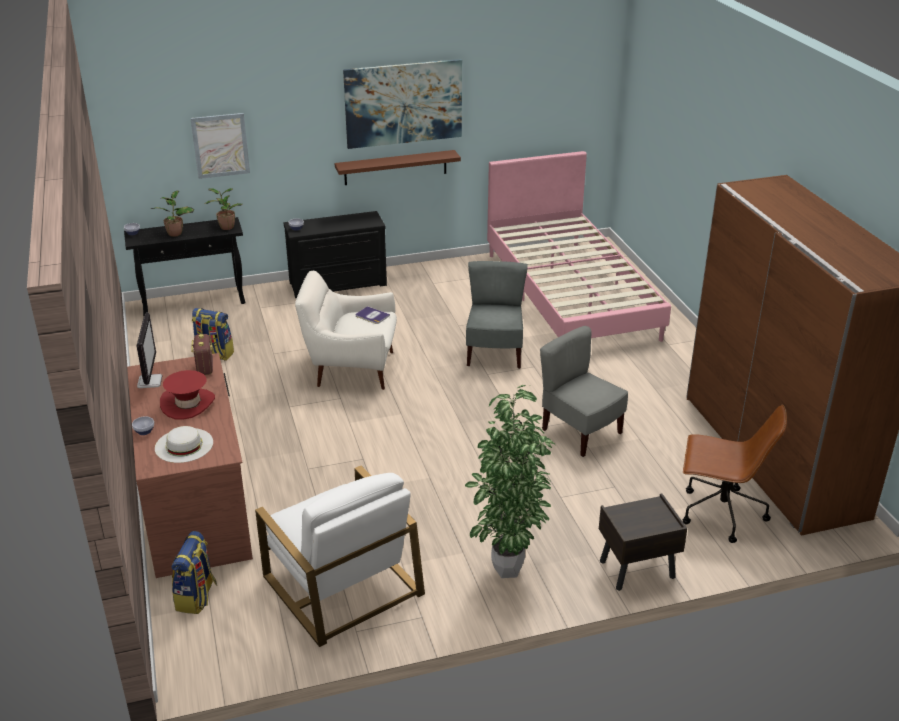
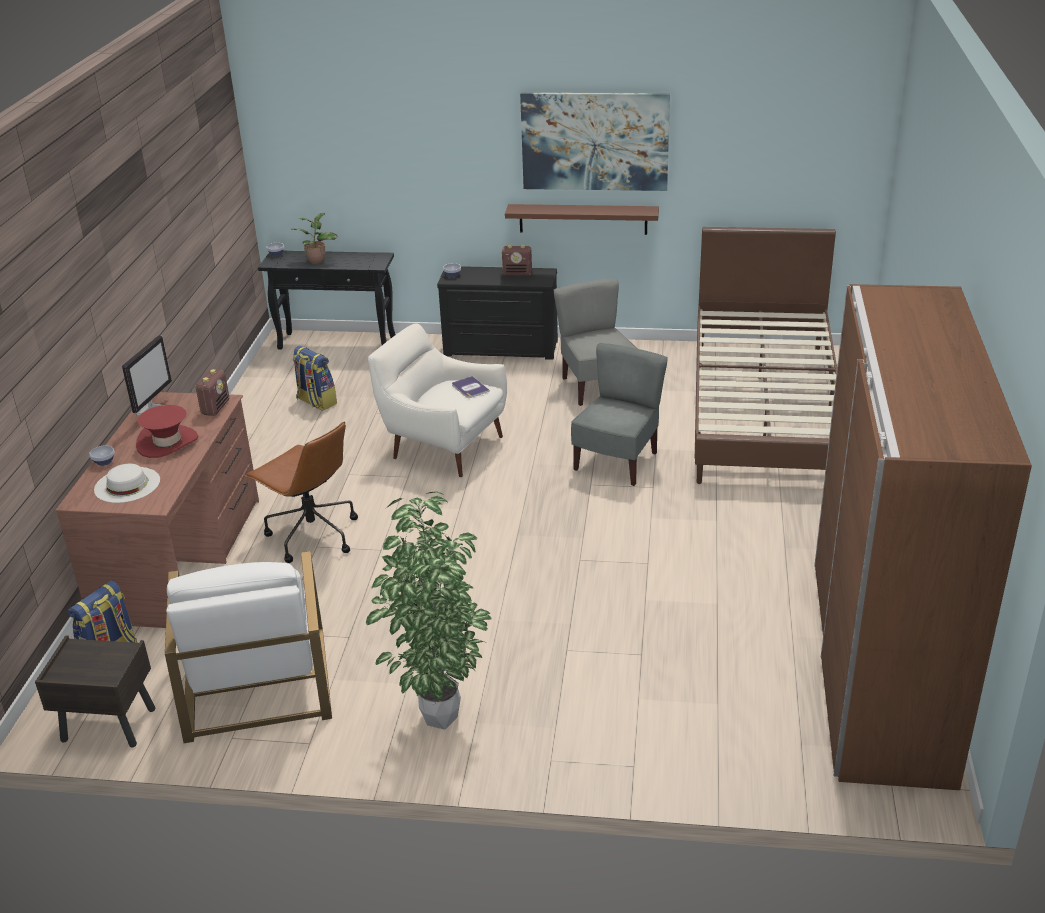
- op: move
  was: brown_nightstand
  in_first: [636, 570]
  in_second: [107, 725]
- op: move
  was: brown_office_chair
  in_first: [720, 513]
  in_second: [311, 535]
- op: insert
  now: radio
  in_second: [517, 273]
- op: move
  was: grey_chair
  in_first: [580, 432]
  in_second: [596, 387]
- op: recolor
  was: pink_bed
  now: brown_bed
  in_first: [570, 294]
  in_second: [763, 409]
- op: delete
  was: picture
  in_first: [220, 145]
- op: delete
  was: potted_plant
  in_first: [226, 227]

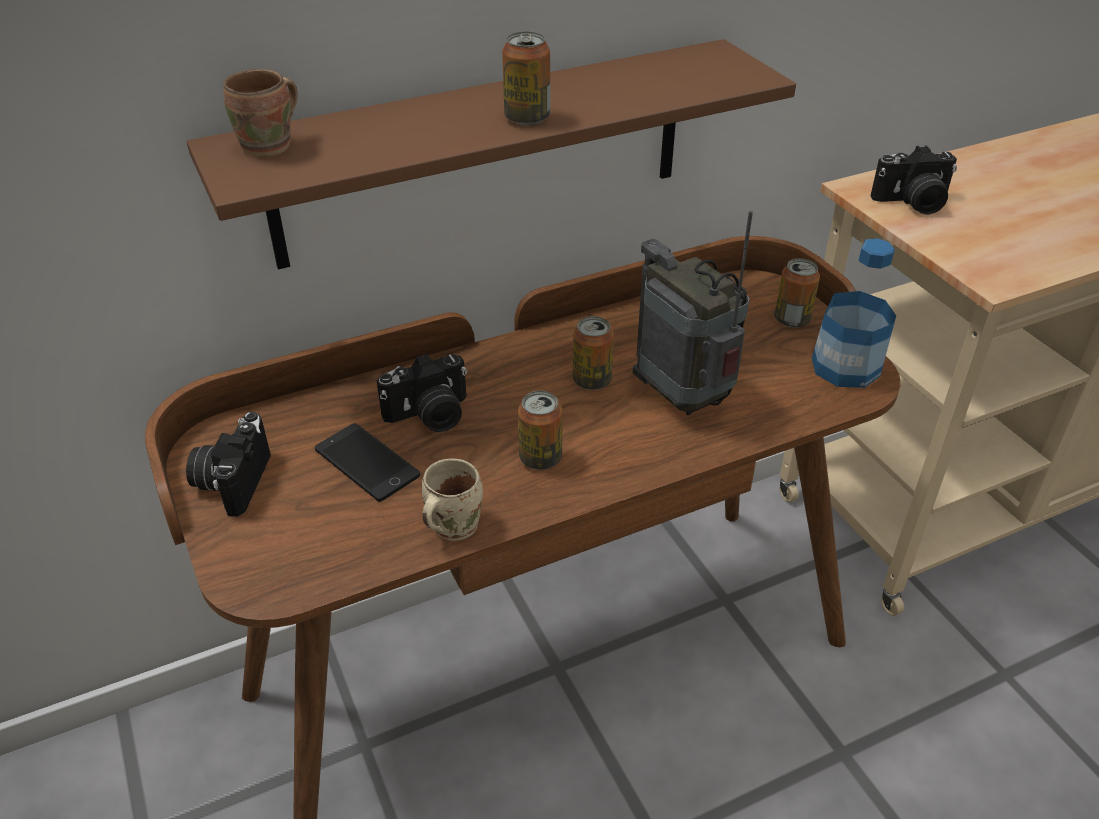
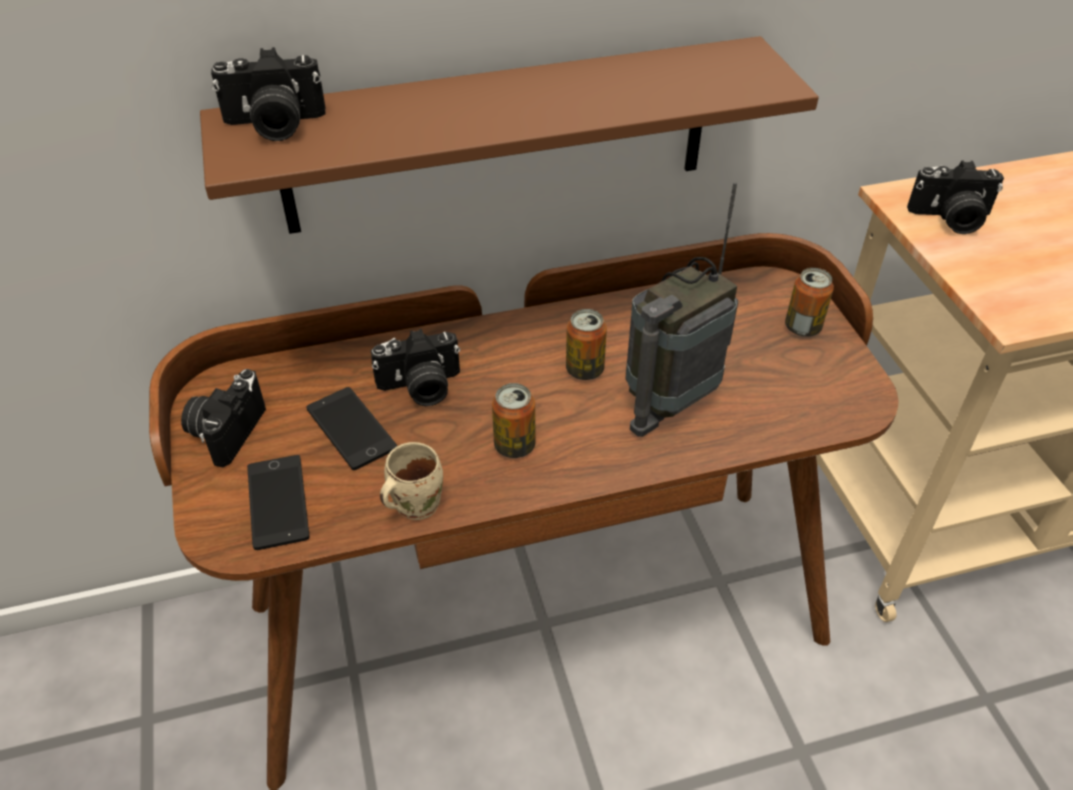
- op: replace
  was: brown_mug
  now: photo_camera
  in_first: [271, 147]
  in_second: [274, 125]
- op: insert
  now: phone
  in_second: [278, 502]
- op: rotate
  was: radio
  in_first: [683, 399]
  in_second: [670, 400]
  clockwise: -105
- op: delete
  was: can
  in_first: [527, 118]
- op: delete
  was: bottle
  in_first: [845, 367]

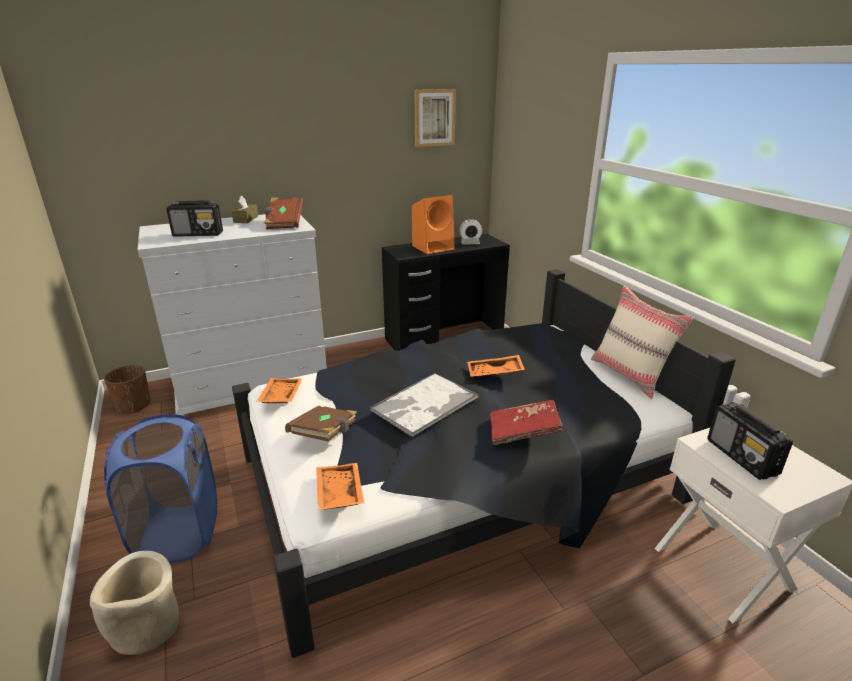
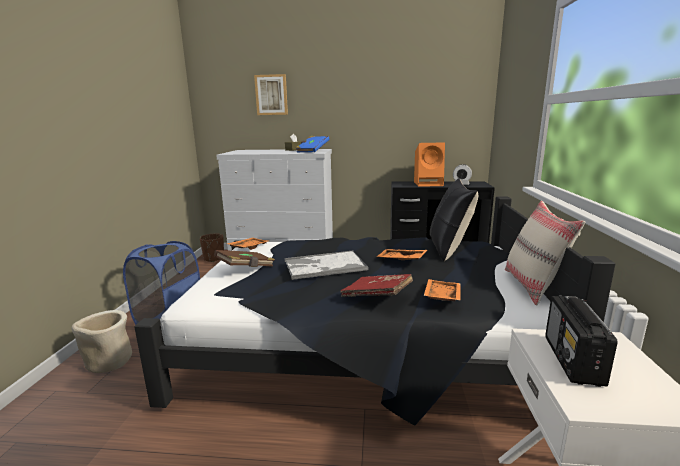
- op: move
  was: picture
  in_first: [434, 118]
  in_second: [271, 95]
- op: recolor
  was: brown_book
  now: blue_book
  in_first: [284, 223]
  in_second: [312, 151]
- op: move
  was: orange_tray
  in_first: [338, 493]
  in_second: [441, 296]
- op: insert
  now: black_pillow
  in_second: [448, 249]
- op: delete
  was: radio
  in_first: [198, 234]

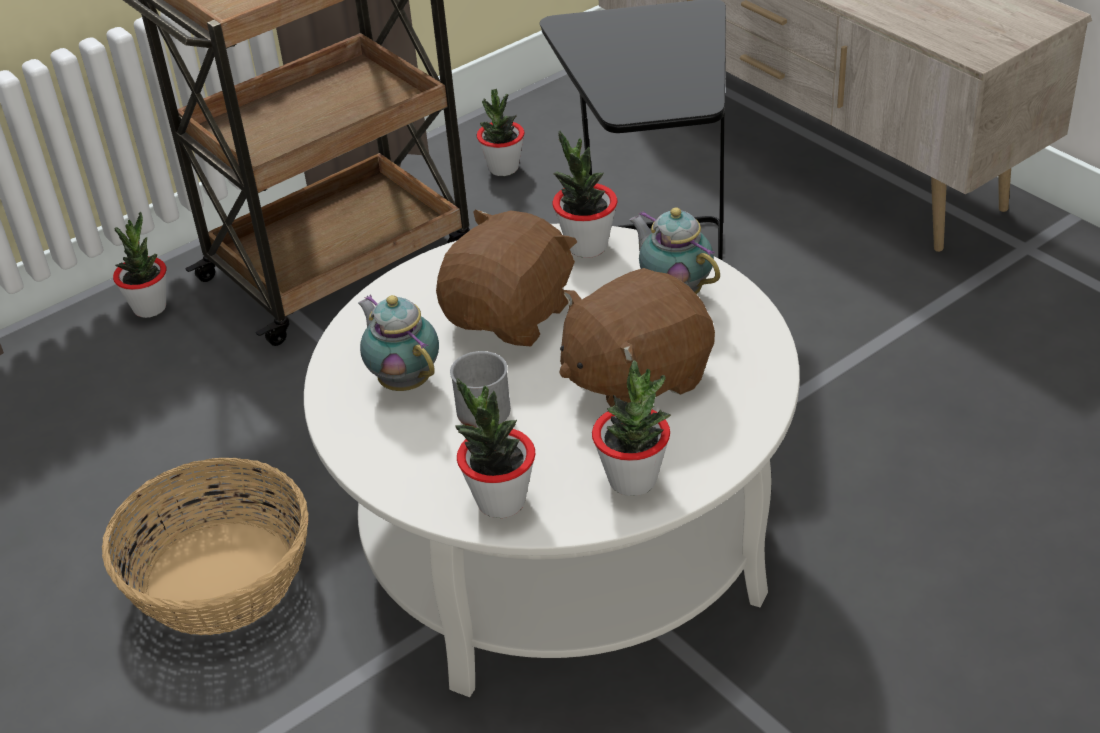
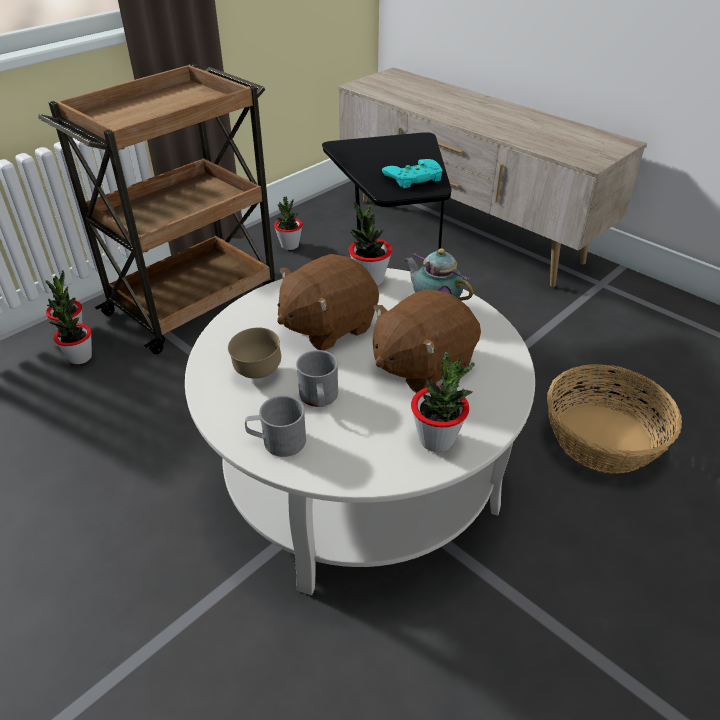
- op: move
  was: potted_plant
  in_first: [500, 501]
  in_second: [80, 357]
- op: replace
  was: teapot
  now: brown_bowl
  in_first: [404, 380]
  in_second: [257, 373]
- op: insert
  now: grey_mug
  in_second: [277, 441]
- op: rotate
  was: brown_plush_toy
  in_first: [511, 316]
  in_second: [327, 326]
  clockwise: -150
- op: insert
  now: turquoise_game_controller
  in_second: [414, 178]
- op: move
  was: basket
  in_first: [221, 578]
  in_second: [603, 438]

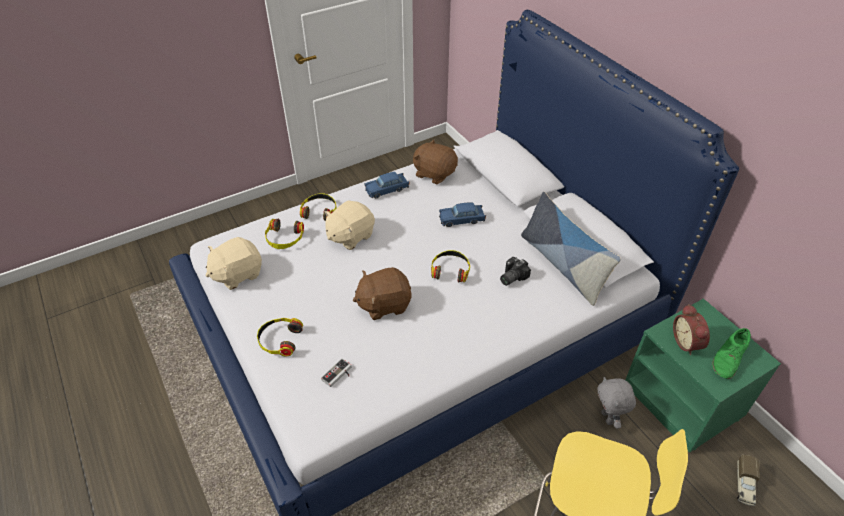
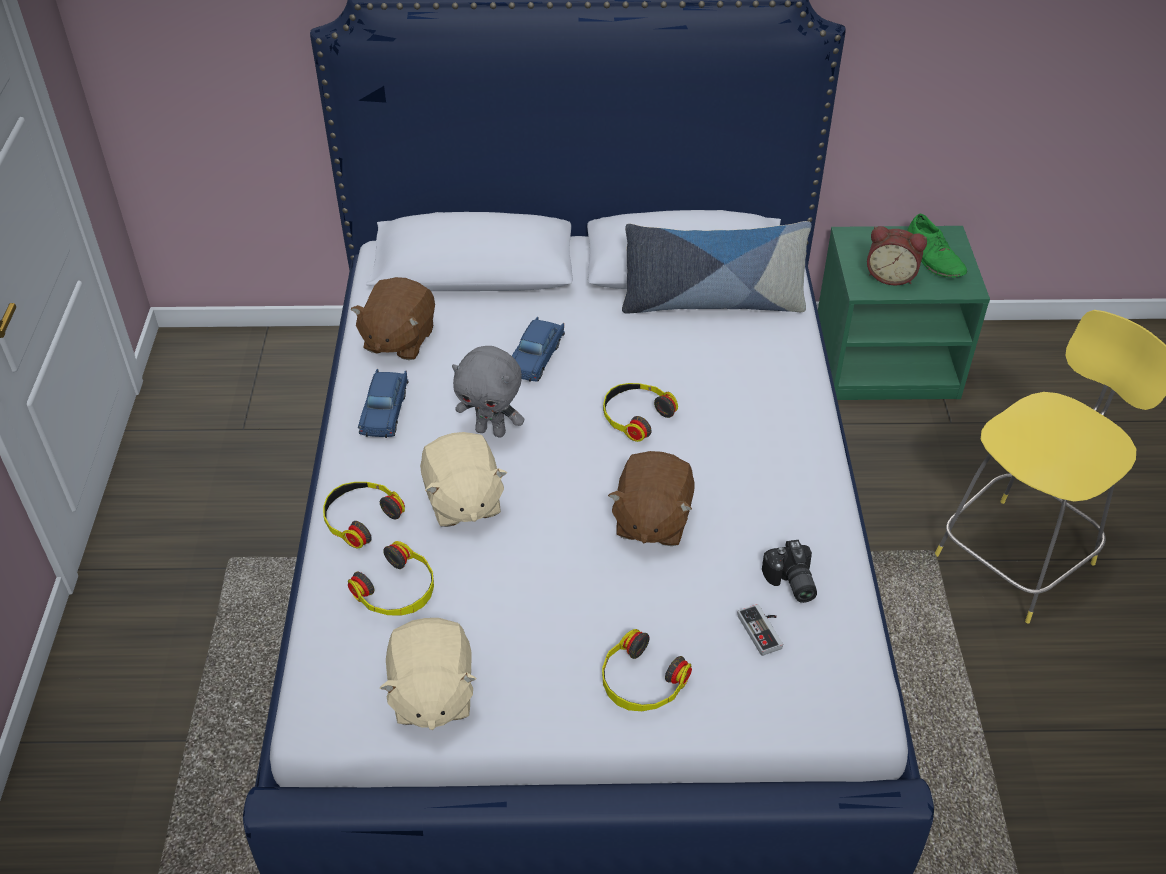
- op: rotate
  was: brown_plush_toy
  in_first: [434, 173]
  in_second: [398, 340]
  clockwise: -45
- op: move
  was: grey_plush_toy
  in_first: [608, 418]
  in_second: [491, 431]
- op: move
  was: photo_camera
  in_first: [511, 277]
  in_second: [790, 583]
- op: delete
  was: toy_truck
  in_first: [744, 485]

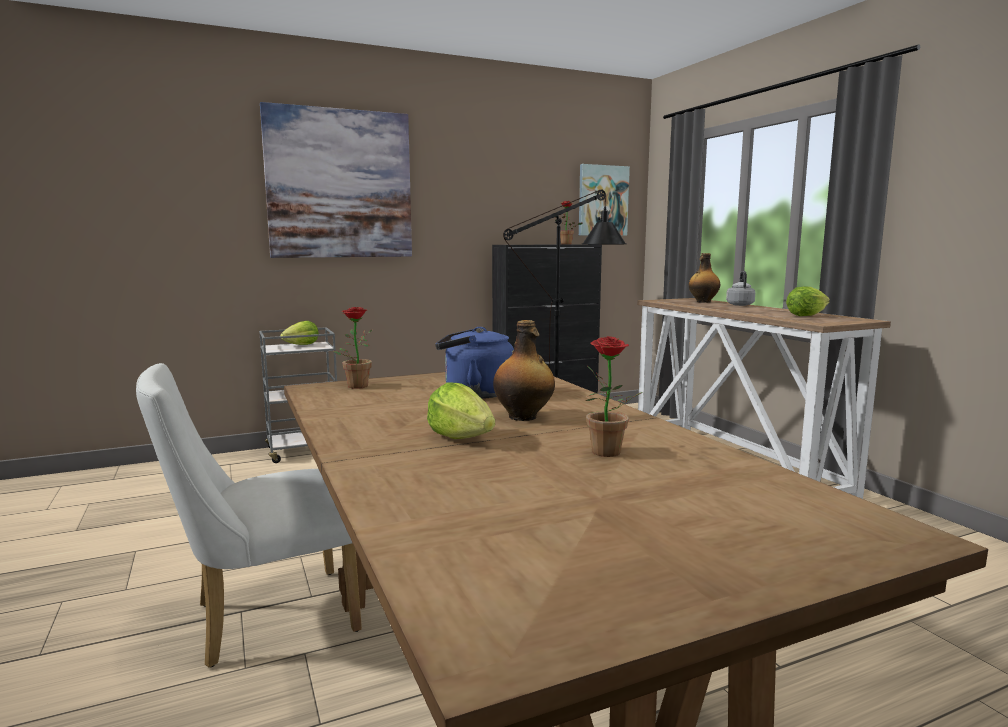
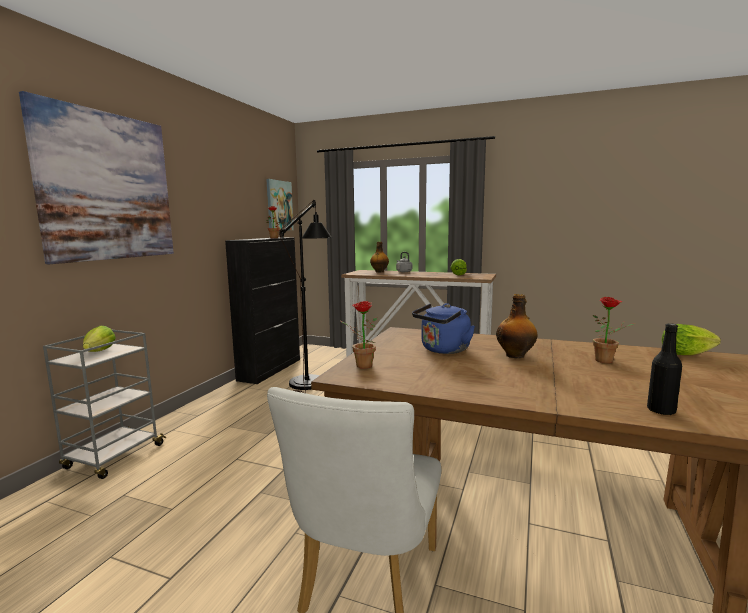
- op: insert
  now: black_bottle
  in_second: [661, 411]
- op: move
  was: lettuce
  in_first: [461, 437]
  in_second: [685, 354]

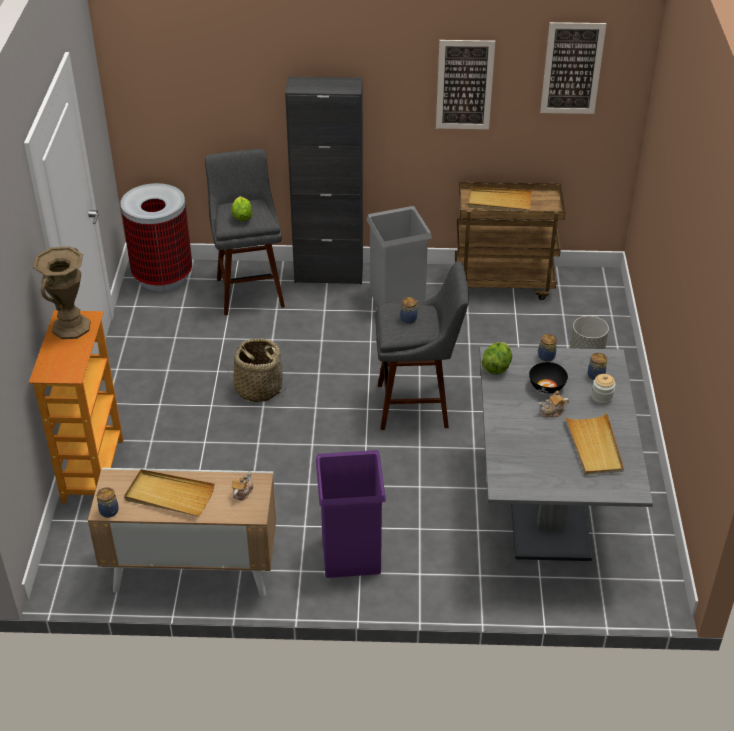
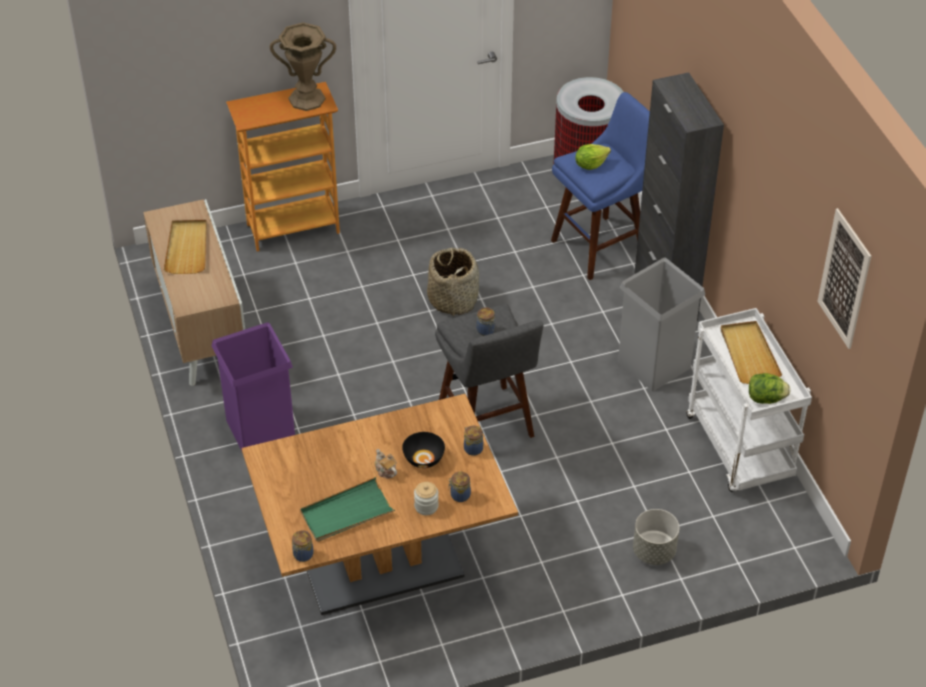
- op: recolor
  was: grey_dining_table
  now: brown_dining_table
  in_first: [547, 508]
  in_second: [382, 565]
- op: move
  was: jar
  in_first: [109, 512]
  in_second: [302, 555]
- op: recolor
  was: beige_tray
  now: green_tray
  in_first: [594, 446]
  in_second: [346, 513]
- op: recolor
  was: grey_stool
  now: blue_stool
  in_first: [249, 290]
  in_second: [602, 245]
- op: recolor
  was: brown_cart
  now: white_cart
  in_first: [503, 283]
  in_second: [740, 449]
- op: move
  was: lettuce
  in_first: [496, 367]
  in_second: [765, 398]
- op: delete
  was: teapot
  in_first: [242, 492]
- op: delete
  was: picture
  in_first: [464, 85]

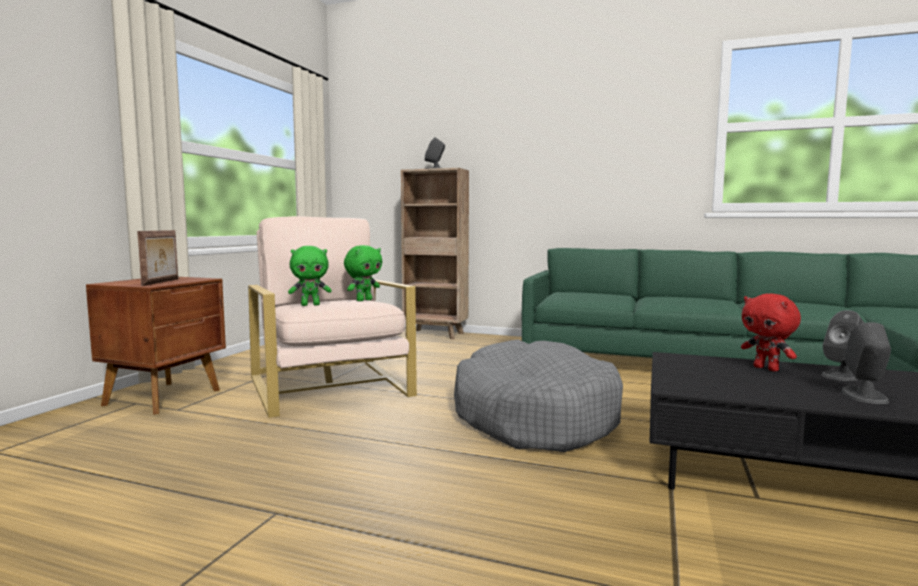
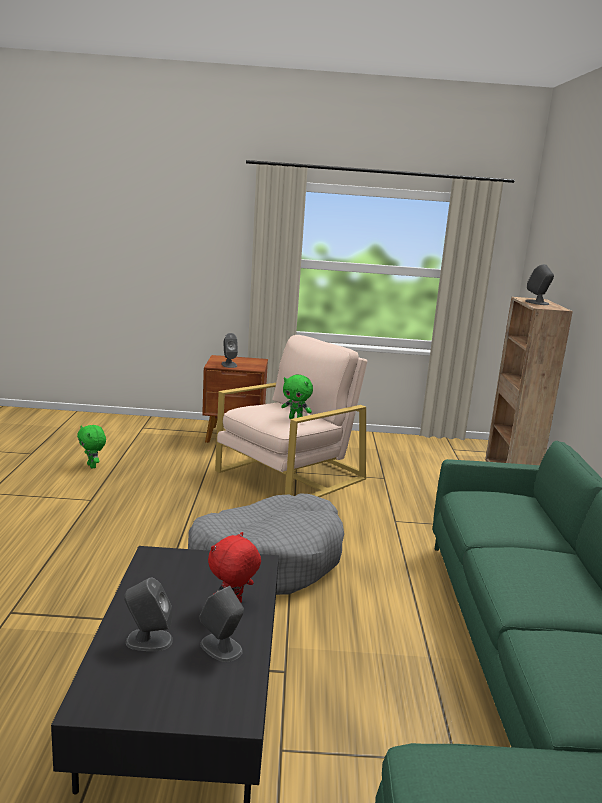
- op: move
  was: green_plush_toy
  in_first: [310, 305]
  in_second: [92, 466]
- op: replace
  was: picture_frame
  now: grey_speaker
  in_first: [162, 282]
  in_second: [229, 364]

